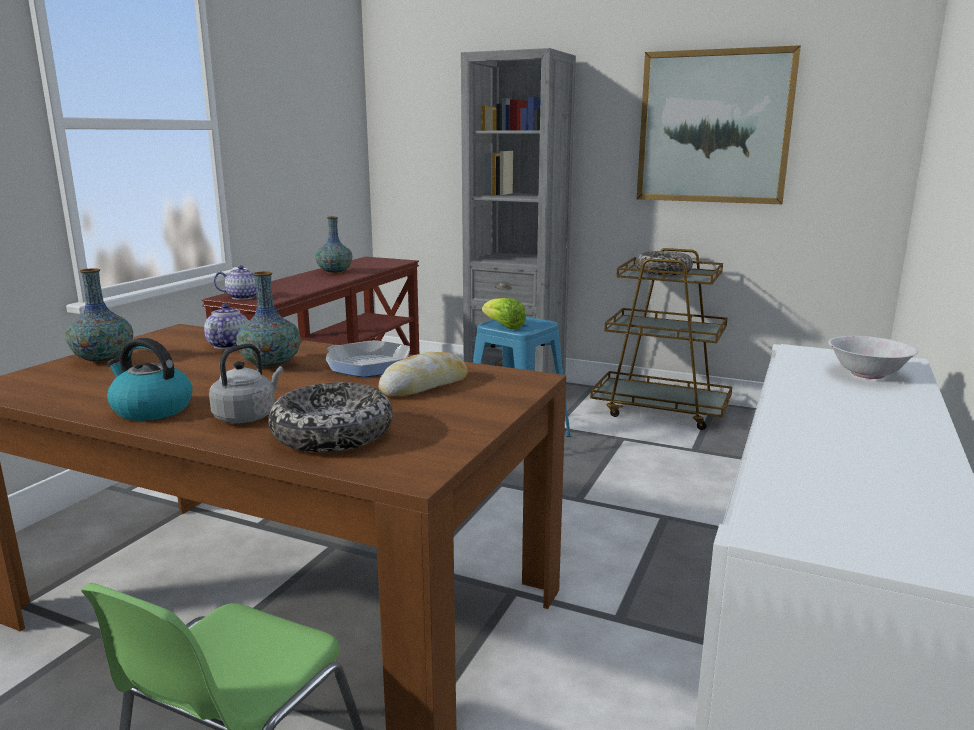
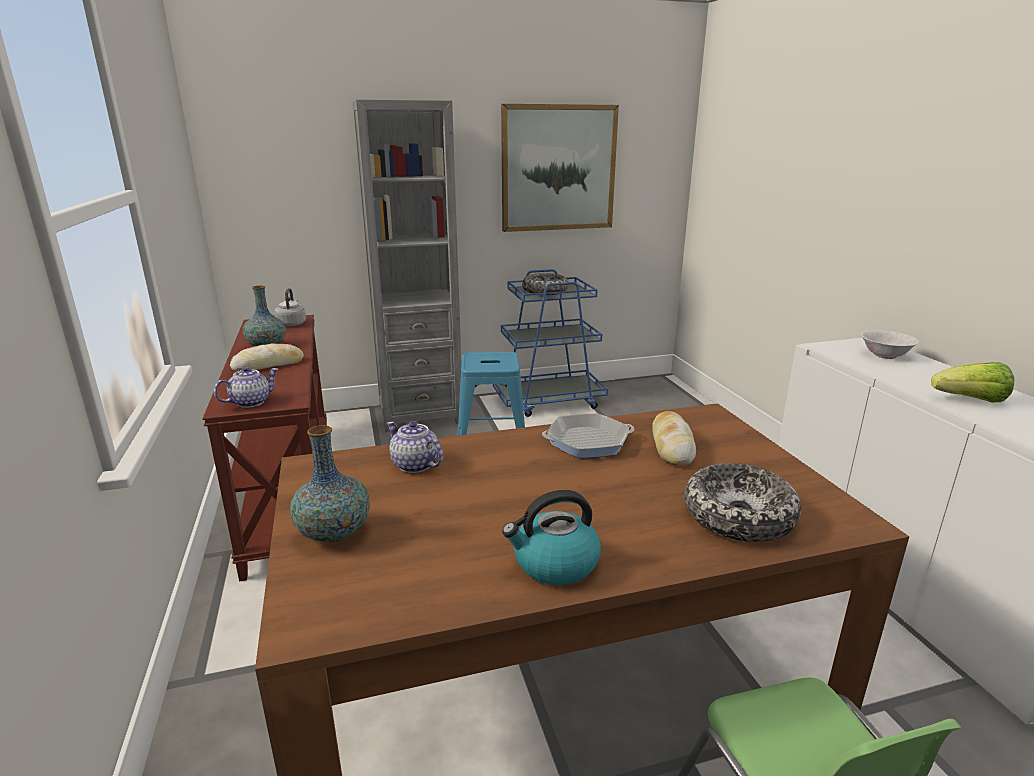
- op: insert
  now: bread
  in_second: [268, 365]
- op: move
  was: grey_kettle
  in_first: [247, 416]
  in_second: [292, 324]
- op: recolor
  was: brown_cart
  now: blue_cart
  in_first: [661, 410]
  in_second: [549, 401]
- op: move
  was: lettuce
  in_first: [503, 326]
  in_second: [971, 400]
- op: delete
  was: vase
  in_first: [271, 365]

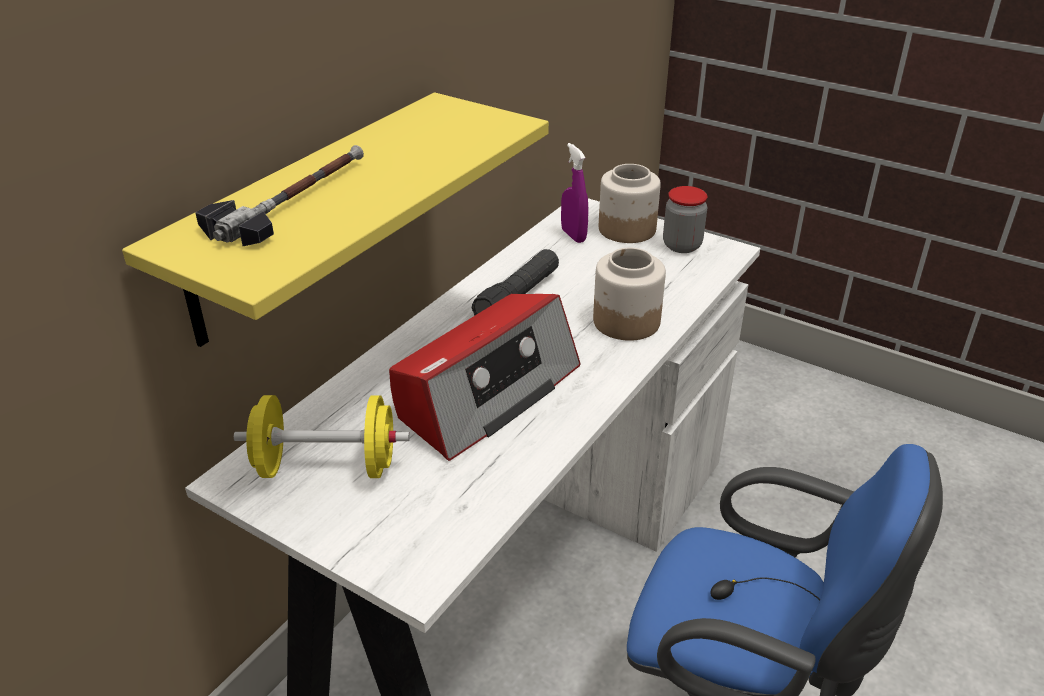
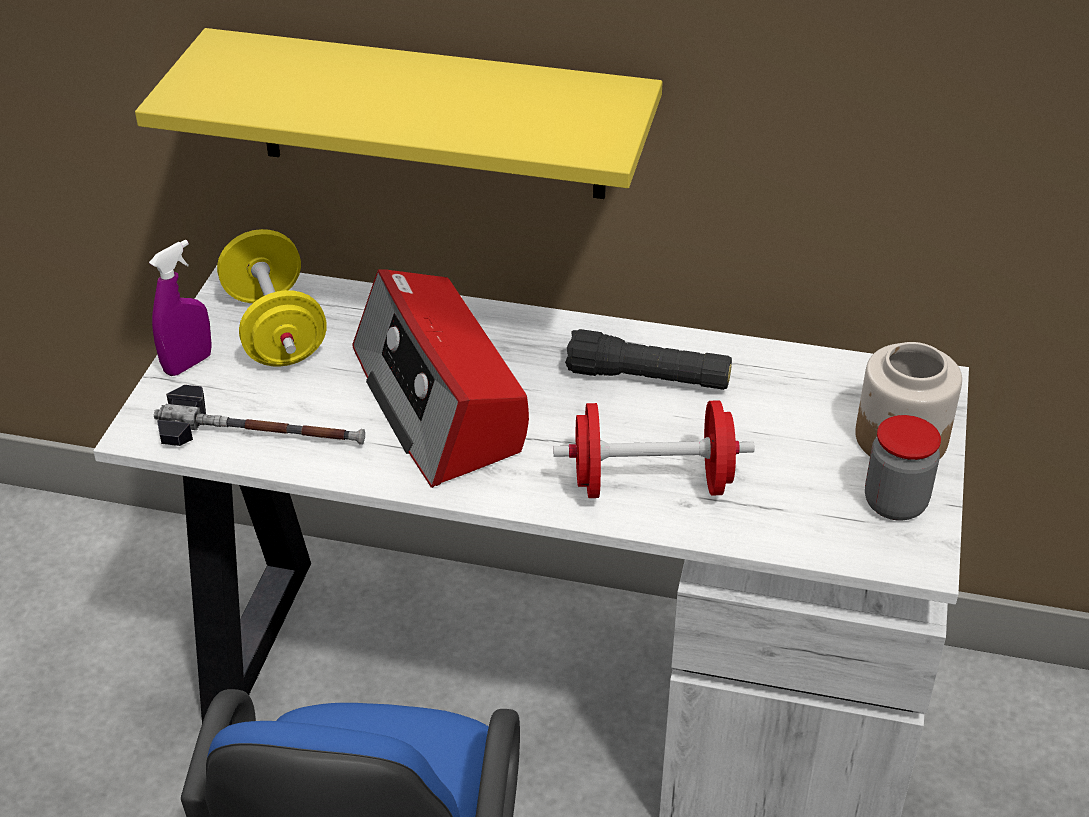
- op: move
  was: purple_spray_bottle
  in_first: [573, 235]
  in_second: [188, 364]
- op: move
  was: hammer
  in_first: [292, 201]
  in_second: [262, 433]
- op: rotate
  was: radio
  in_first: [486, 393]
  in_second: [439, 401]
  clockwise: 45
- op: replace
  was: jar
  now: red_dumbbell
  in_first: [626, 321]
  in_second: [651, 483]

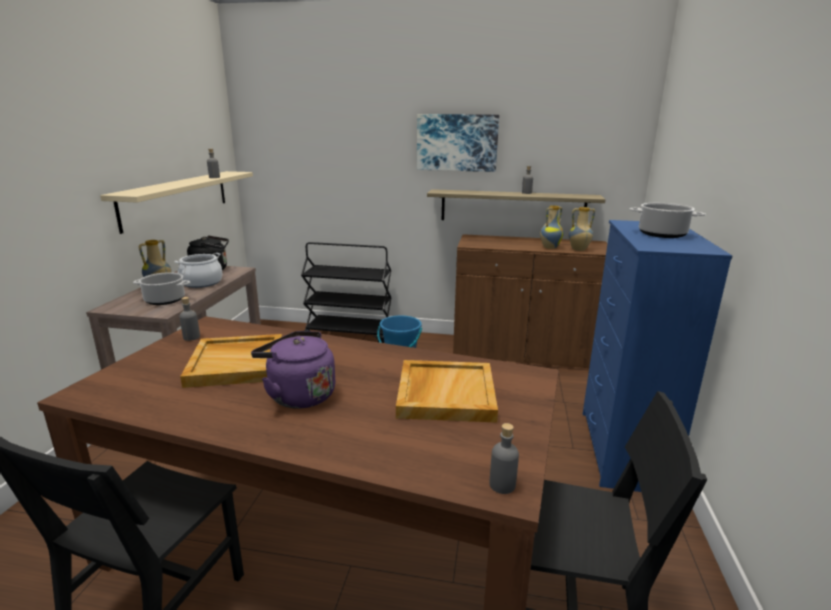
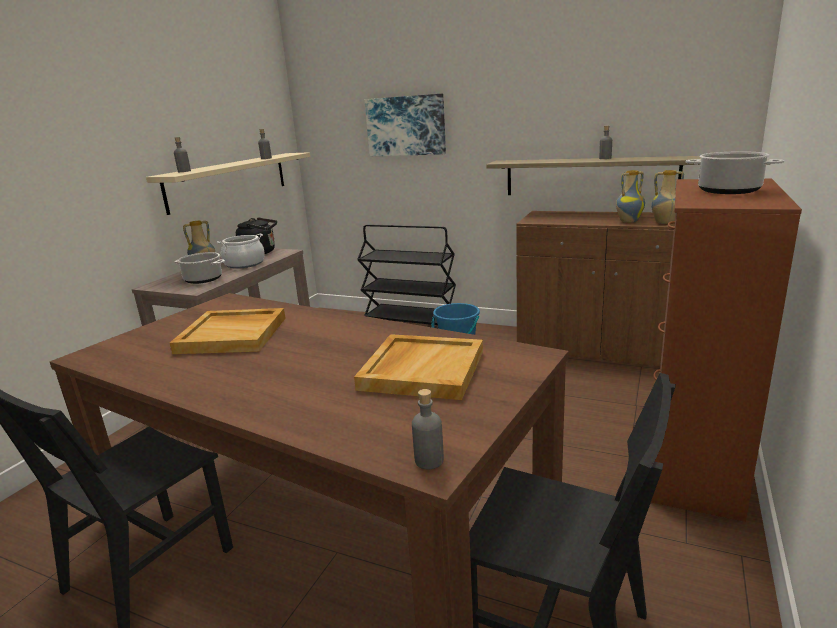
- op: move
  was: grey_bottle
  in_first: [191, 337]
  in_second: [184, 171]
- op: move
  was: picture
  in_first: [457, 142]
  in_second: [406, 126]
- op: recolor
  was: blue_dresser
  now: brown_dresser
  in_first: [621, 450]
  in_second: [692, 464]
- op: delete
  was: purple_kettle
  in_first: [298, 395]

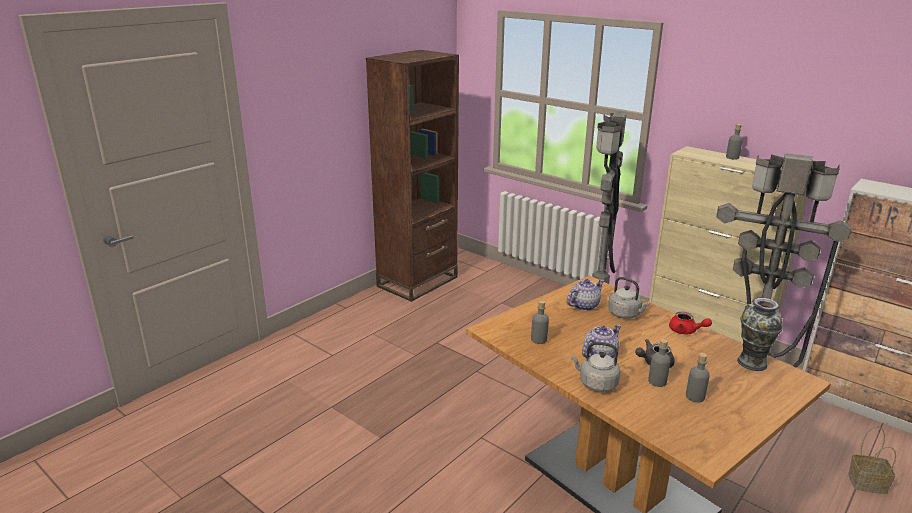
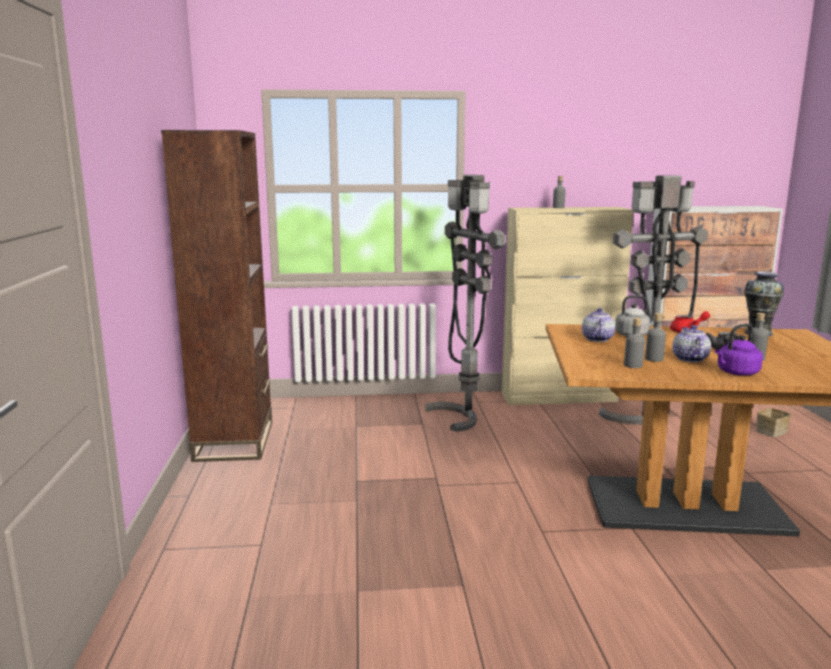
- op: move
  was: grey_bottle
  in_first: [695, 396]
  in_second: [654, 359]
- op: recolor
  was: grey_kettle
  now: purple_kettle
  in_first: [596, 384]
  in_second: [736, 373]

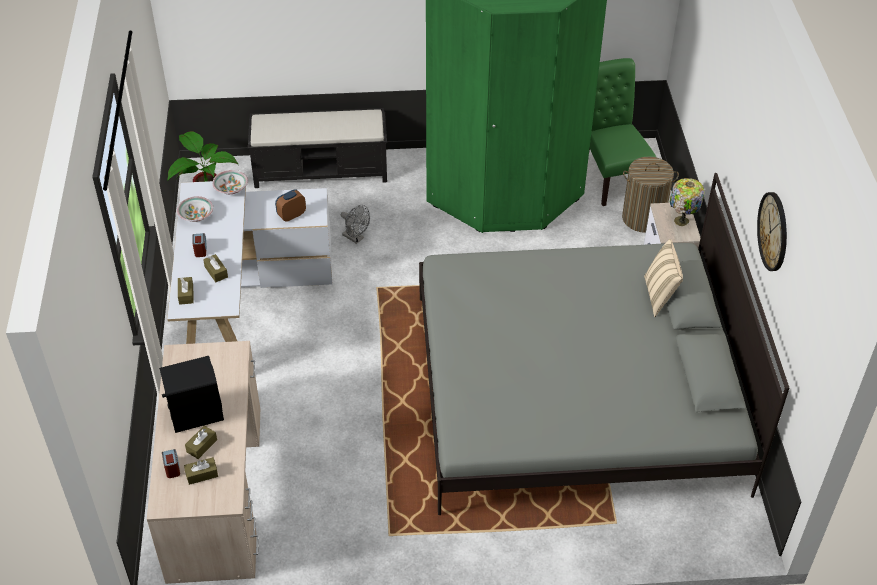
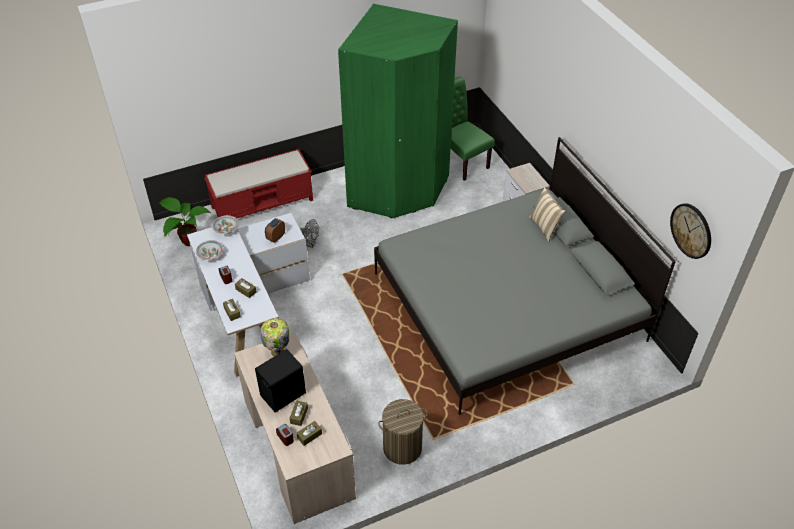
- op: recolor
  was: black_bench
  now: red_bench
  in_first: [322, 170]
  in_second: [263, 203]
- op: move
  was: table_lamp
  in_first: [681, 222]
  in_second: [277, 353]
- op: move
  was: laundry_basket
  in_first: [643, 218]
  in_second: [402, 448]
- op: move
  was: wall_clock
  in_first: [773, 231]
  in_second: [691, 230]

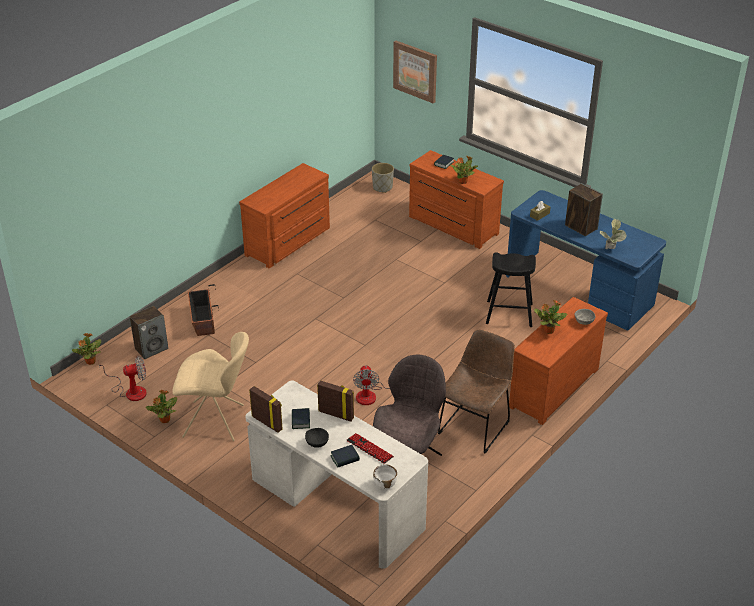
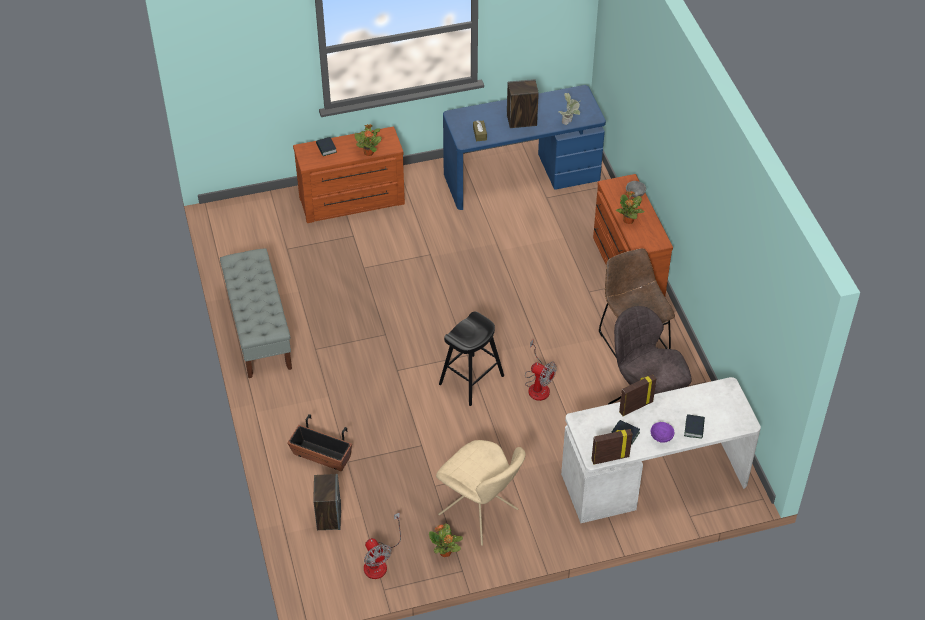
- op: replace
  was: brown_dresser
  now: grey_bench
  in_first: [289, 242]
  in_second: [259, 329]
- op: rotate
  was: fan
  in_first: [130, 391]
  in_second: [379, 561]
  clockwise: 135
- op: rotate
  was: beige_chair
  in_first: [216, 421]
  in_second: [480, 514]
  clockwise: 90
- op: move
  was: black_stool
  in_first: [509, 314]
  in_second: [471, 380]
- op: recolor
  was: black_bowl
  now: purple_bowl
  in_first: [317, 443]
  in_second: [661, 437]
- op: delete
  was: potted_plant
  in_first: [90, 362]
- op: delete
  was: keyboard
  in_first: [369, 449]
- op: delete
  was: grey_planter
  in_first: [382, 187]
- op: delete
  was: white_bowl
  in_first: [385, 483]
- op: delete
  was: picture
  in_first: [415, 71]

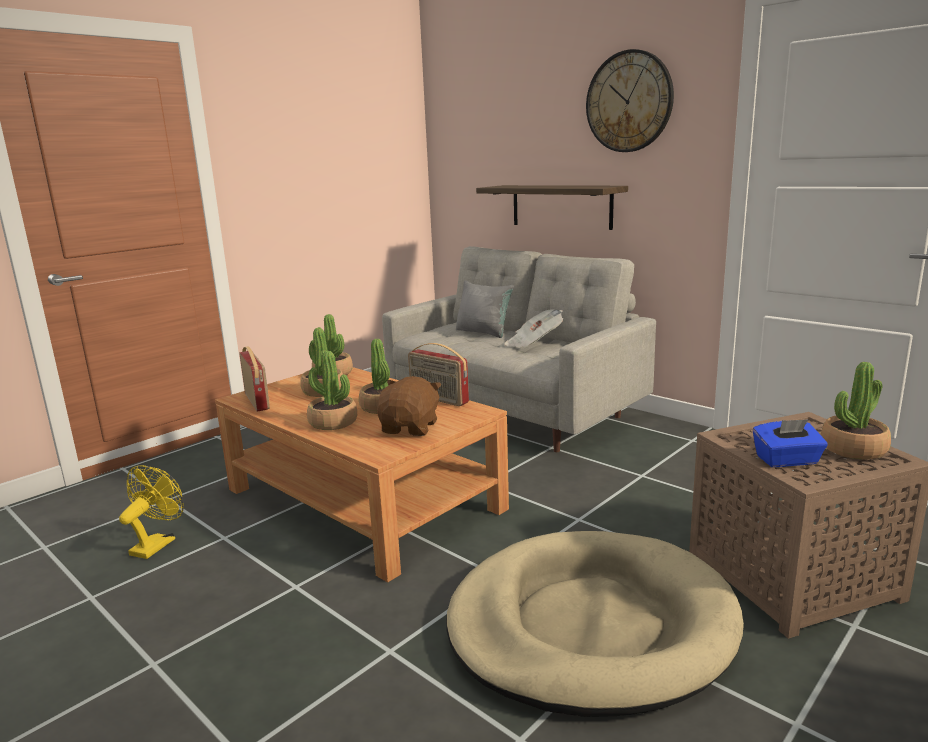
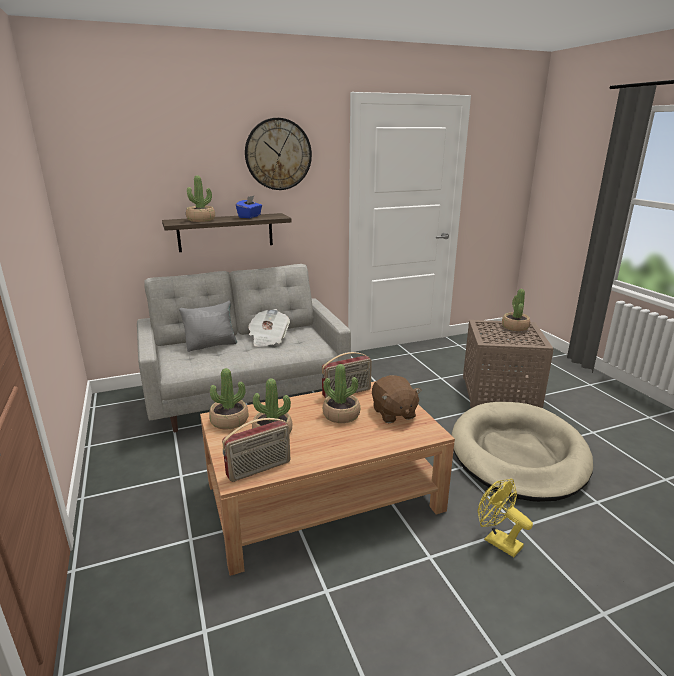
- op: move
  was: potted_plant
  in_first: [333, 422]
  in_second: [201, 220]
- op: rotate
  was: radio
  in_first: [257, 401]
  in_second: [259, 469]
  clockwise: 150
- op: move
  was: blue_tissue_box
  in_first: [787, 460]
  in_second: [250, 216]
- op: rotate
  was: brown_plush_toy
  in_first: [410, 428]
  in_second: [393, 413]
  clockwise: -150
- op: move
  was: yellow_fan
  in_first: [157, 544]
  in_second: [497, 541]

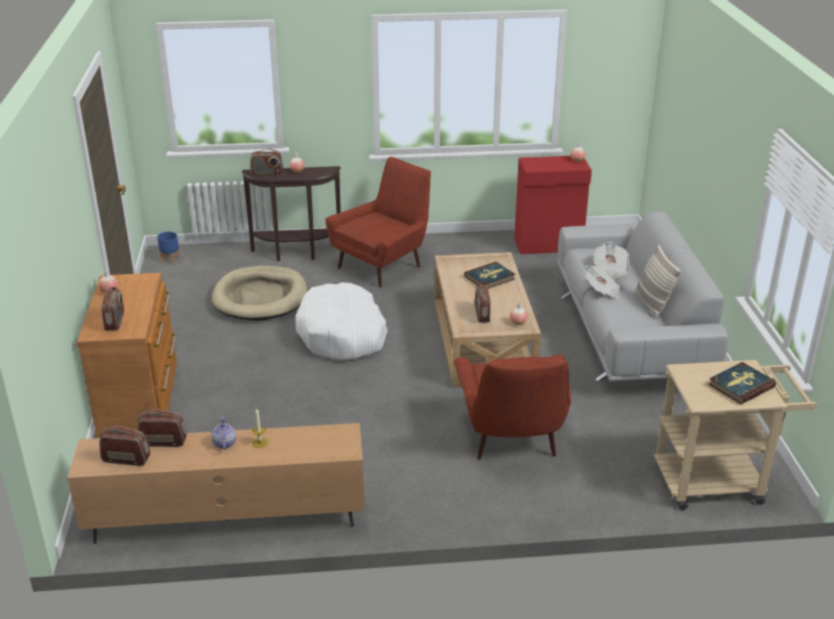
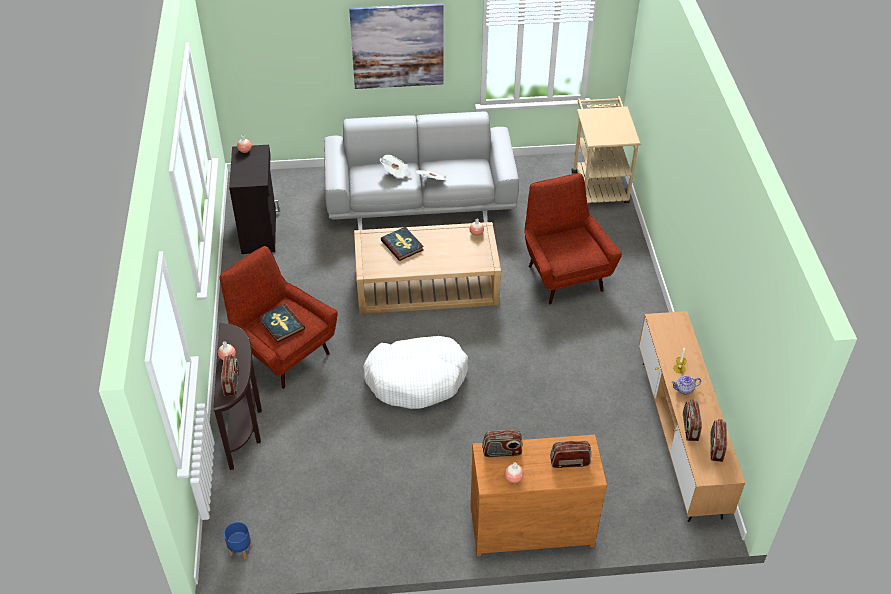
- op: recolor
  was: red_cabinet
  now: black_cabinet
  in_first: [549, 245]
  in_second: [260, 231]
- op: move
  was: book
  in_first: [741, 385]
  in_second: [281, 324]
- op: insert
  now: picture
  in_second: [397, 46]
- op: move
  was: radio
  in_first: [481, 314]
  in_second: [502, 452]
- op: rotate
  was: red_armchair
  in_first: [512, 438]
  in_second: [563, 274]
  clockwise: -105
- op: delete
  was: beige_dog_bed
  in_first: [260, 297]
- op: delete
  was: pillow
  in_first: [652, 304]

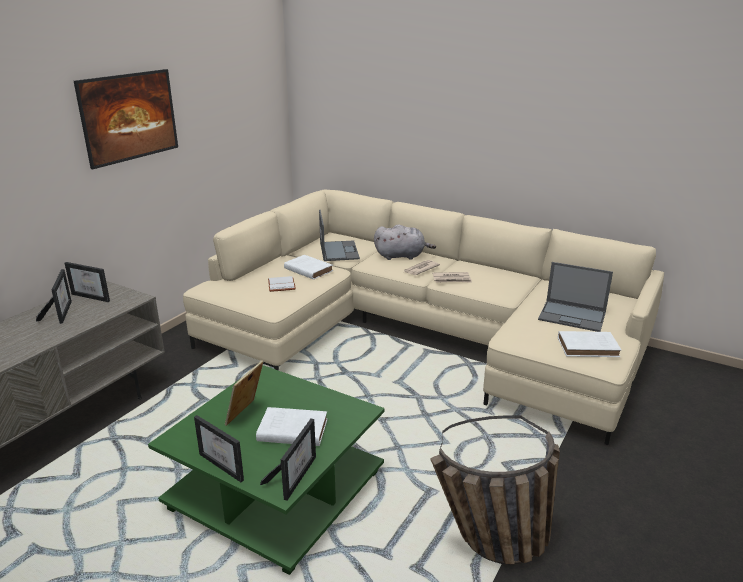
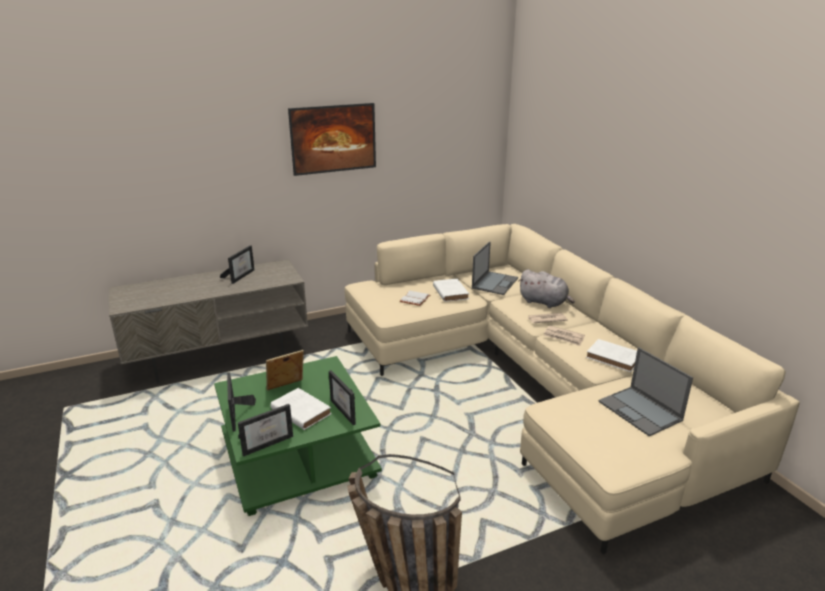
- op: move
  was: picture_frame
  in_first: [95, 296]
  in_second: [347, 411]
- op: move
  was: white_book
  in_first: [589, 347]
  in_second: [615, 358]

